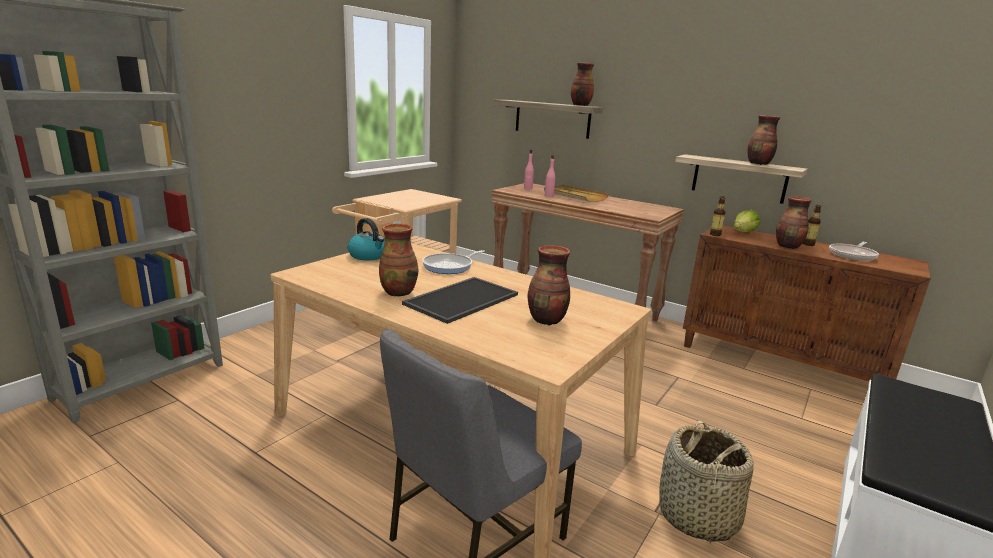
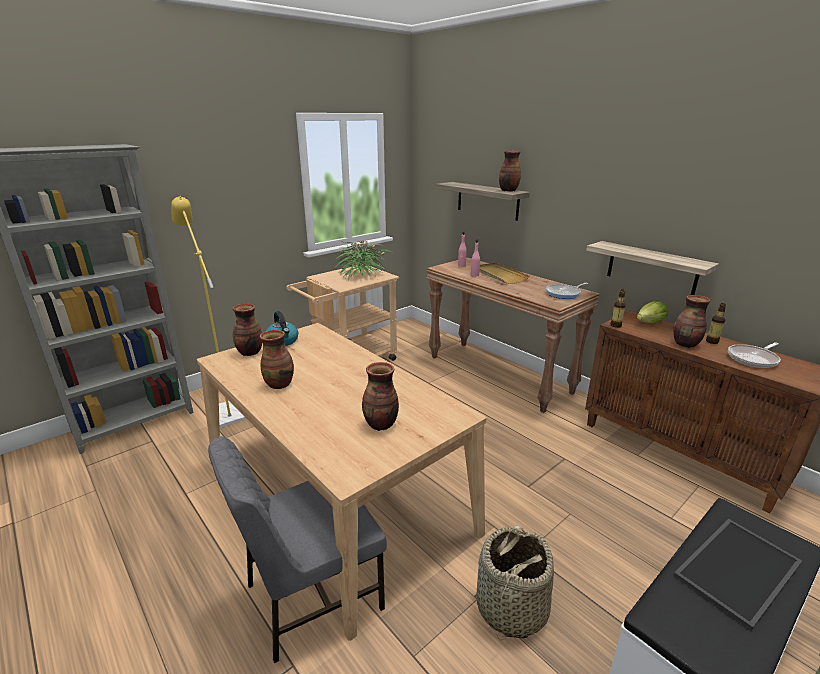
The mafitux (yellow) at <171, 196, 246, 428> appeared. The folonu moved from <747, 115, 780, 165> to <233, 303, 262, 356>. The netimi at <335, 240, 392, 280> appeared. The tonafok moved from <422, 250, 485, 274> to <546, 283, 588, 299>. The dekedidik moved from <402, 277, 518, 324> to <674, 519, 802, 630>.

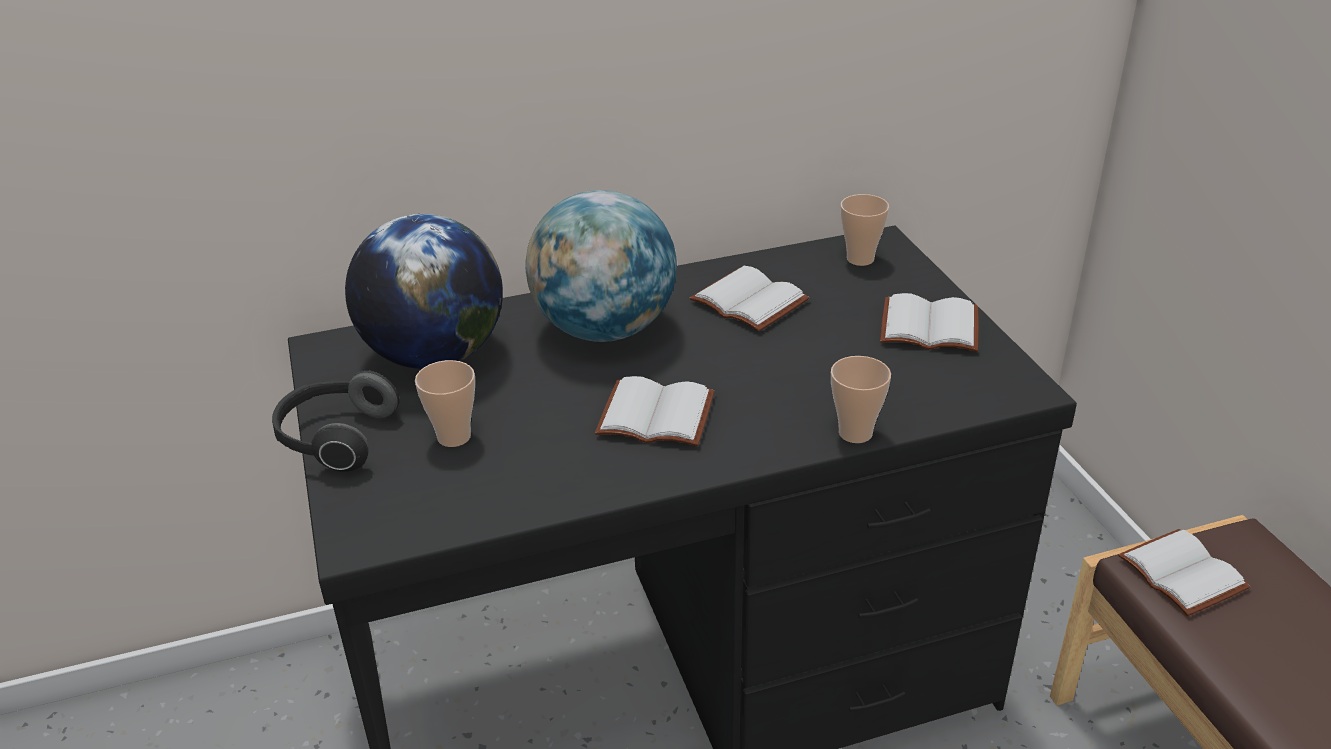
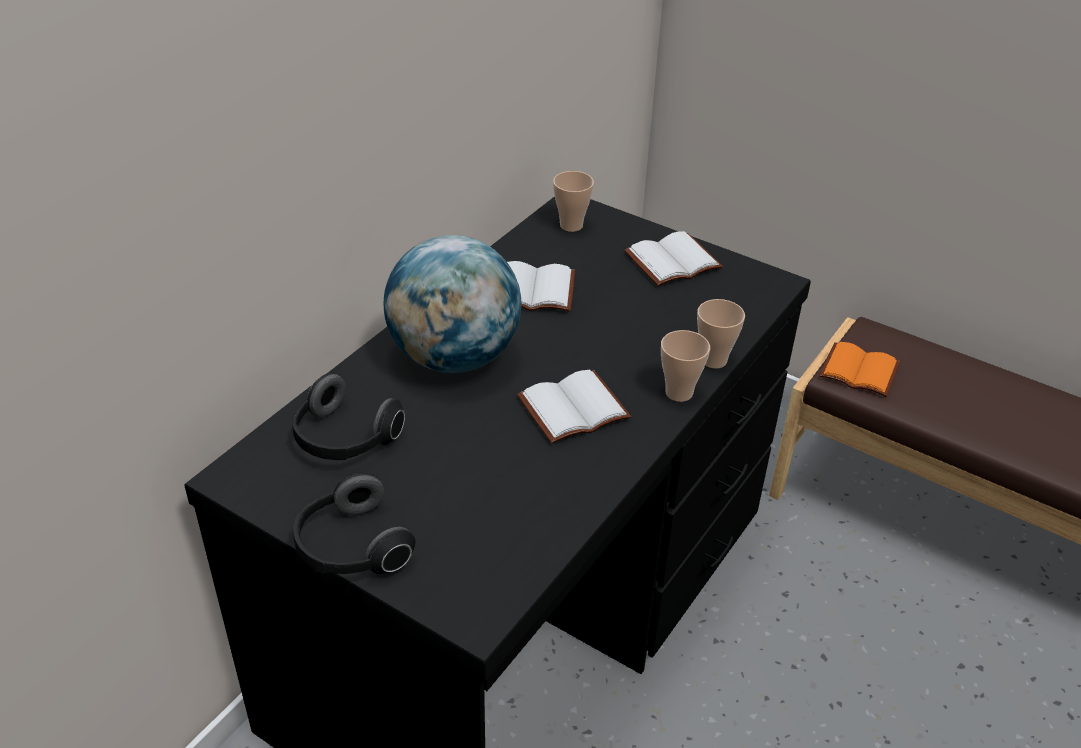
The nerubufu at <345, 214, 503, 369> was replaced by the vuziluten at <292, 373, 405, 460>. The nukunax moved from <415, 360, 475, 447> to <661, 330, 710, 402>. The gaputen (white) at <1118, 529, 1250, 616> became the gaputen (orange) at <819, 342, 900, 397>.

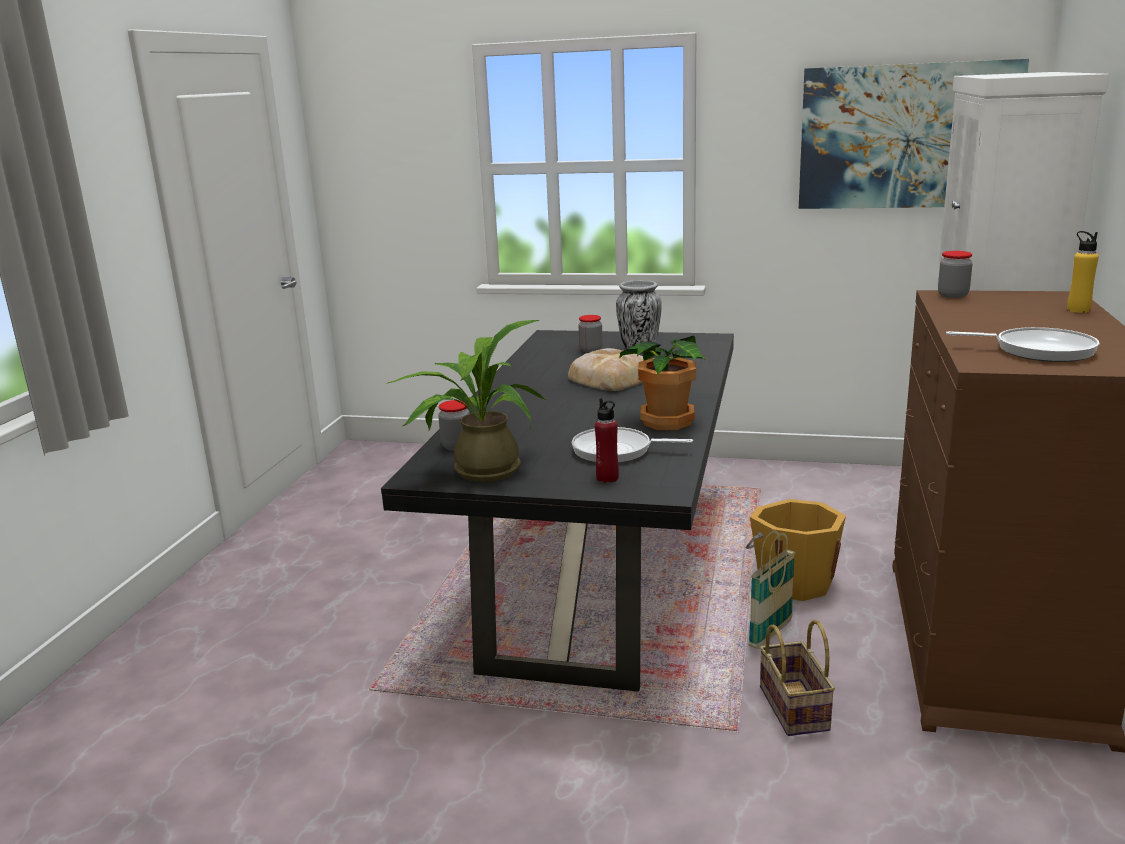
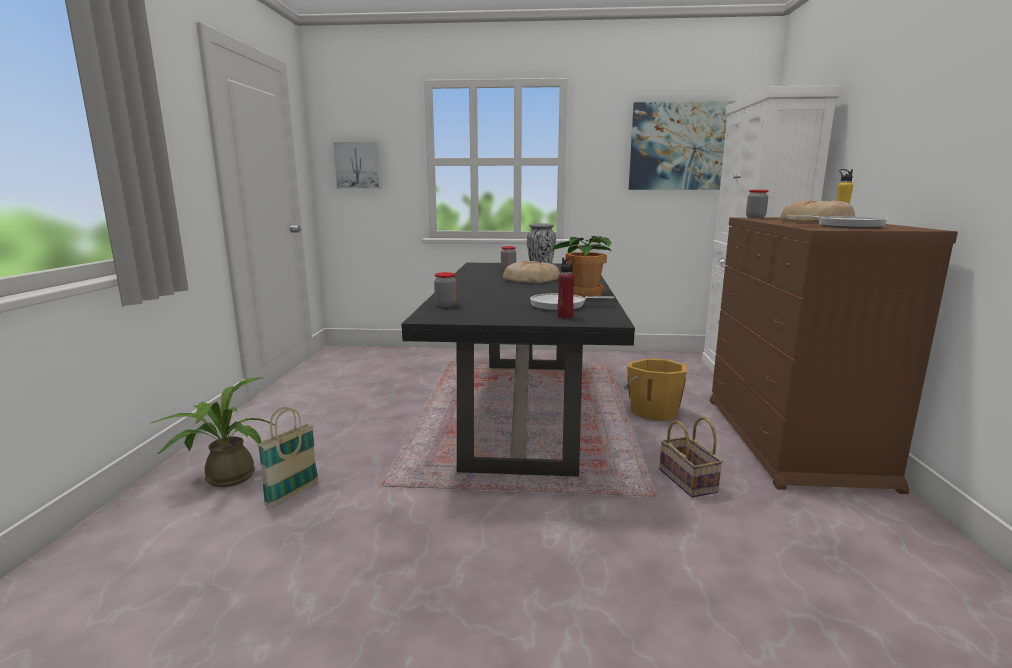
The netimi moved from <388, 320, 547, 482> to <151, 377, 279, 487>. The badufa moved from <748, 530, 796, 649> to <257, 407, 319, 507>. The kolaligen at <332, 141, 382, 189> appeared. The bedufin at <780, 200, 855, 223> appeared.

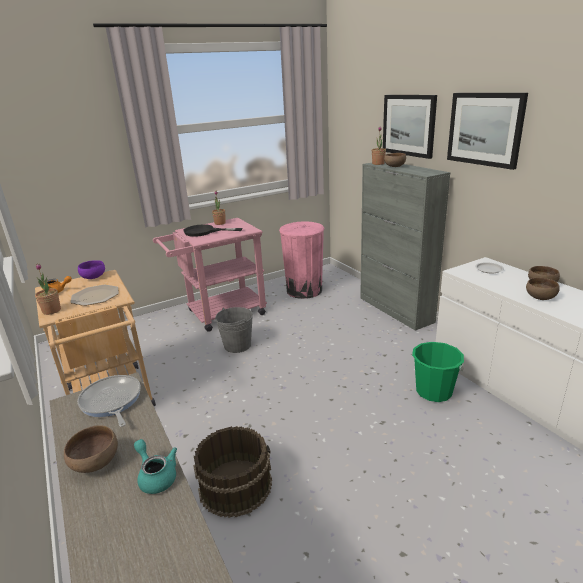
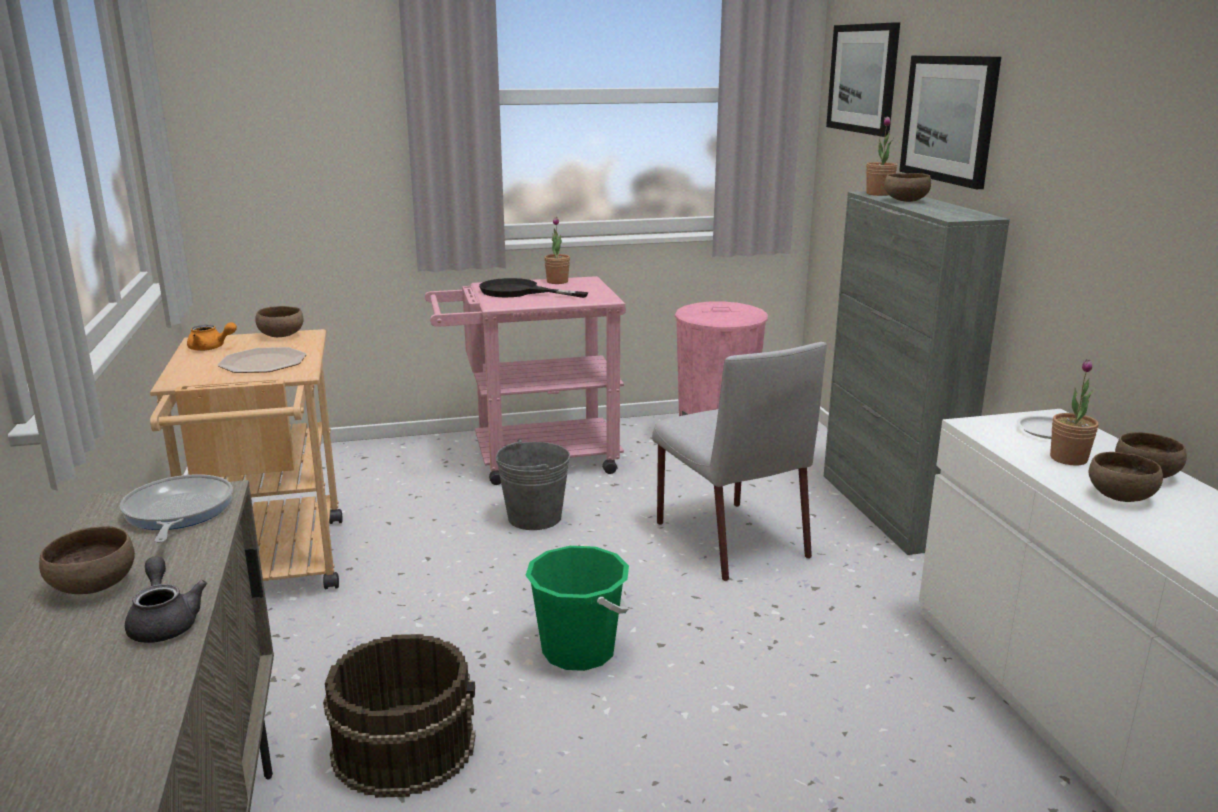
The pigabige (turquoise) at <134, 439, 177, 494> became the pigabige (grey) at <125, 556, 207, 643>. The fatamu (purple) at <78, 260, 105, 279> became the fatamu (brown) at <255, 306, 304, 337>. The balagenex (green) moved from <412, 342, 464, 402> to <525, 546, 629, 671>. The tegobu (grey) at <652, 342, 827, 581> appeared. The kolaligen moved from <447, 93, 528, 170> to <826, 22, 900, 137>. The netimi moved from <35, 263, 61, 315> to <1050, 359, 1099, 466>.

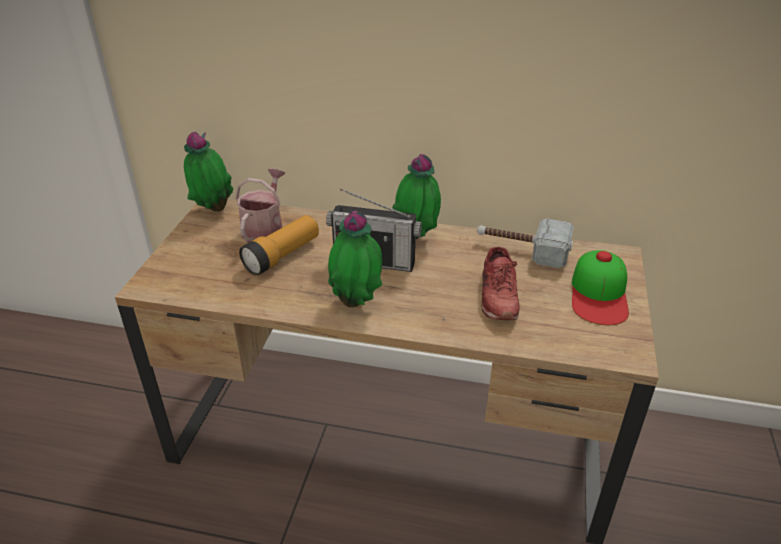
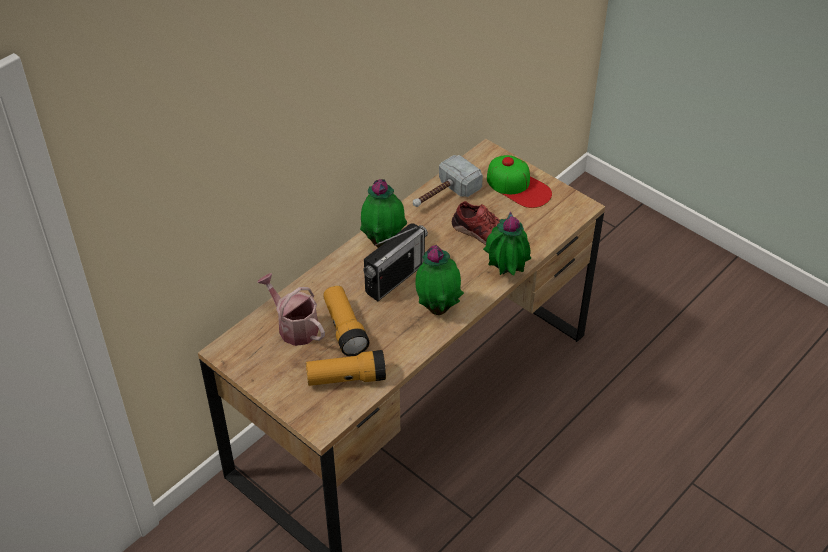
The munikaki at <306, 350, 386, 386> appeared. The netimi moved from <184, 132, 233, 212> to <483, 212, 531, 275>.

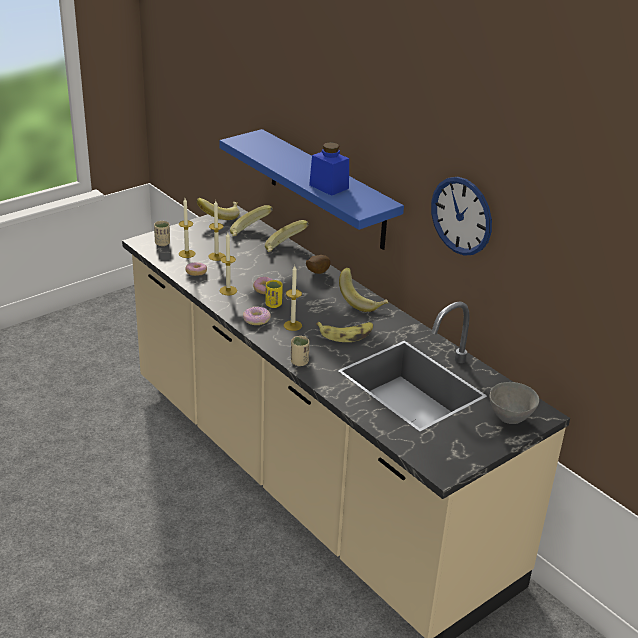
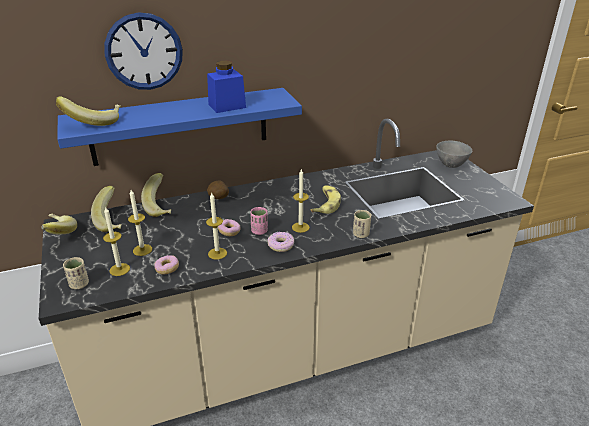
The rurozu moved from <339, 268, 389, 312> to <56, 96, 121, 126>. The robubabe moved from <431, 177, 492, 256> to <104, 12, 183, 90>. The nukunax (yellow) at <265, 280, 283, 308> became the nukunax (pink) at <250, 207, 268, 235>.

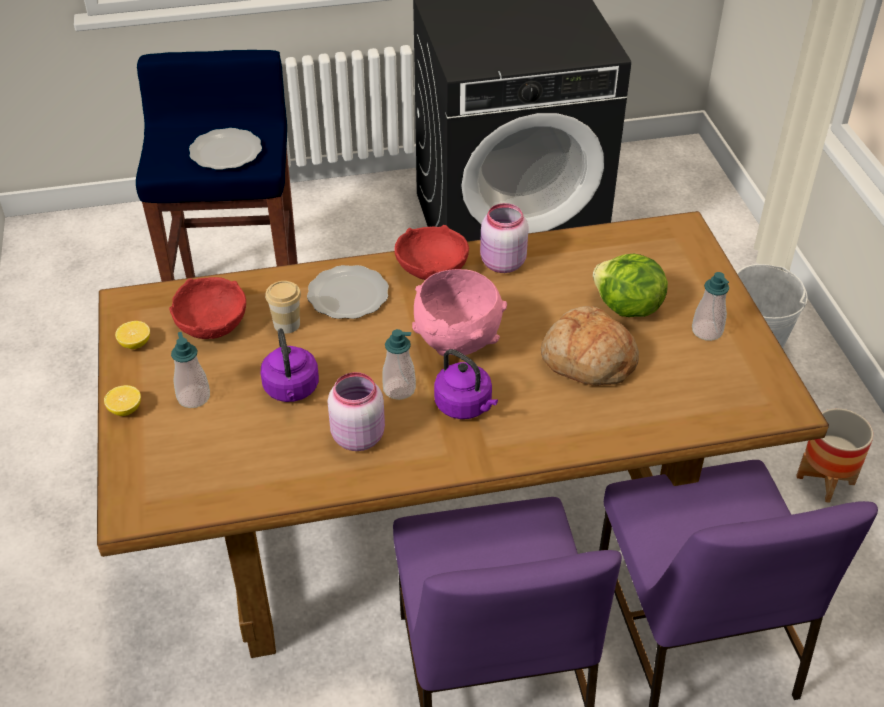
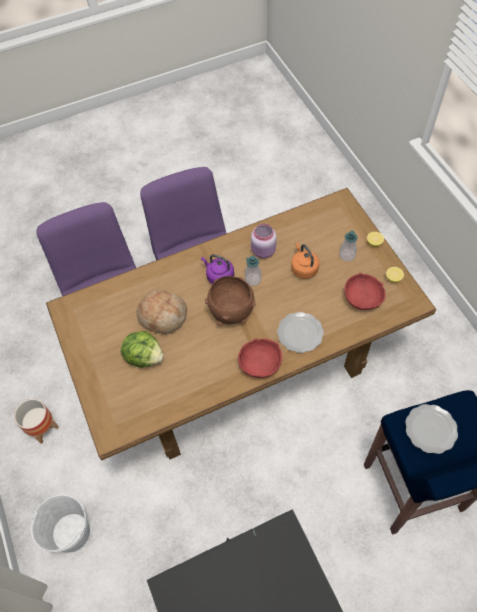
The fatamu (pink) at <412, 269, 507, 356> became the fatamu (brown) at <205, 276, 256, 326>. The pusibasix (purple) at <261, 329, 319, 402> became the pusibasix (orange) at <291, 242, 319, 279>. The nukunax at <265, 281, 301, 334> disappeared. The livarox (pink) at <480, 203, 529, 273> disappeared. The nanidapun at <692, 272, 729, 341> disappeared.

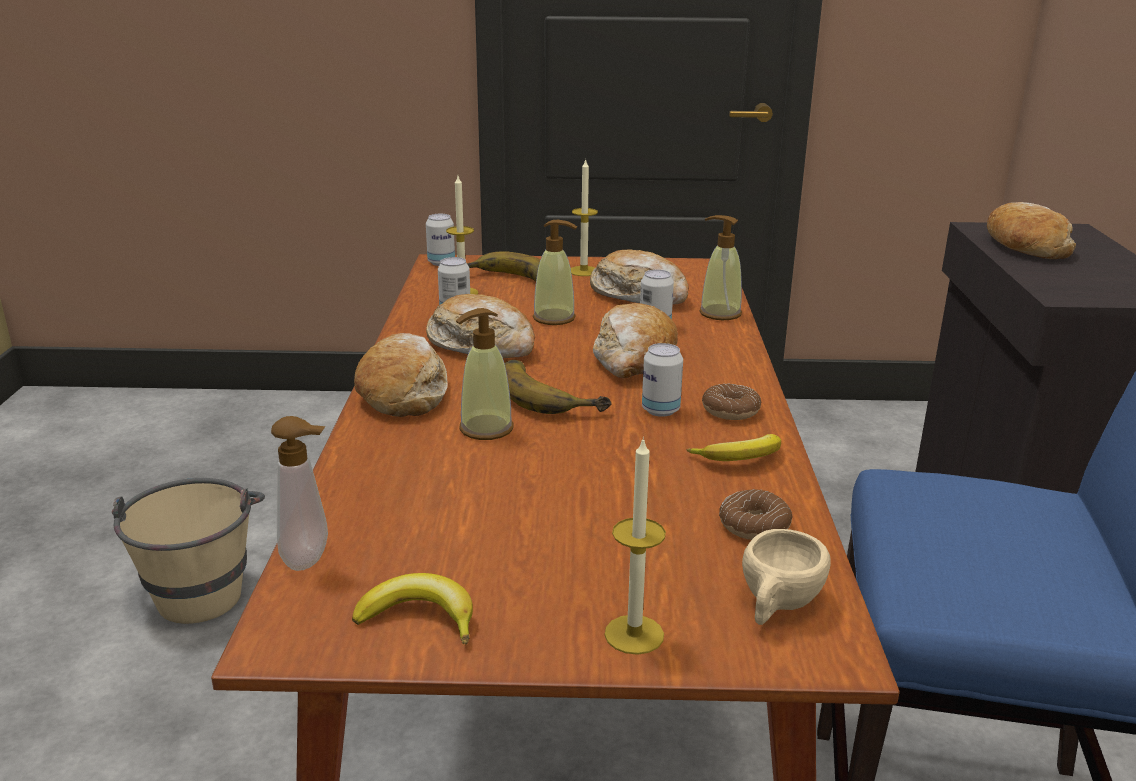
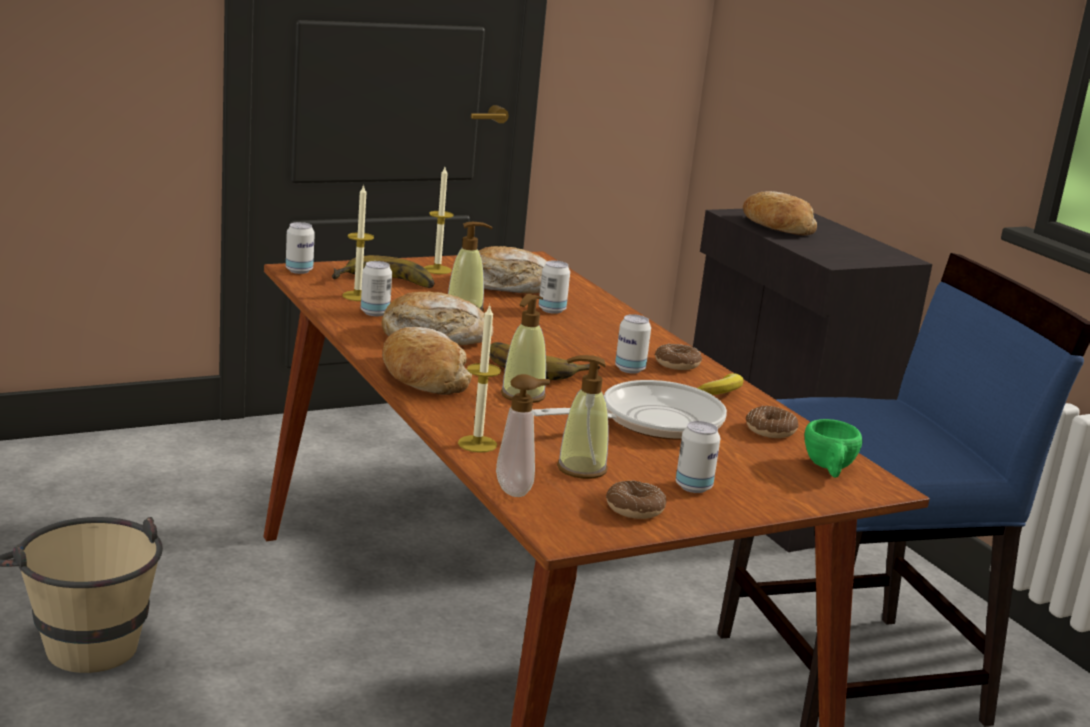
The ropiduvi moved from <605, 437, 666, 655> to <458, 304, 501, 453>. The tonafok at <533, 380, 727, 440> appeared. The nanidapun moved from <699, 215, 742, 320> to <557, 355, 609, 479>. The rurozu at <352, 573, 473, 645> was replaced by the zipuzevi at <606, 481, 666, 519>. The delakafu at <676, 421, 720, 493> appeared. The nukunax (beige) at <742, 529, 831, 625> became the nukunax (green) at <804, 419, 862, 478>. The bedufin at <593, 303, 678, 378> disappeared.

